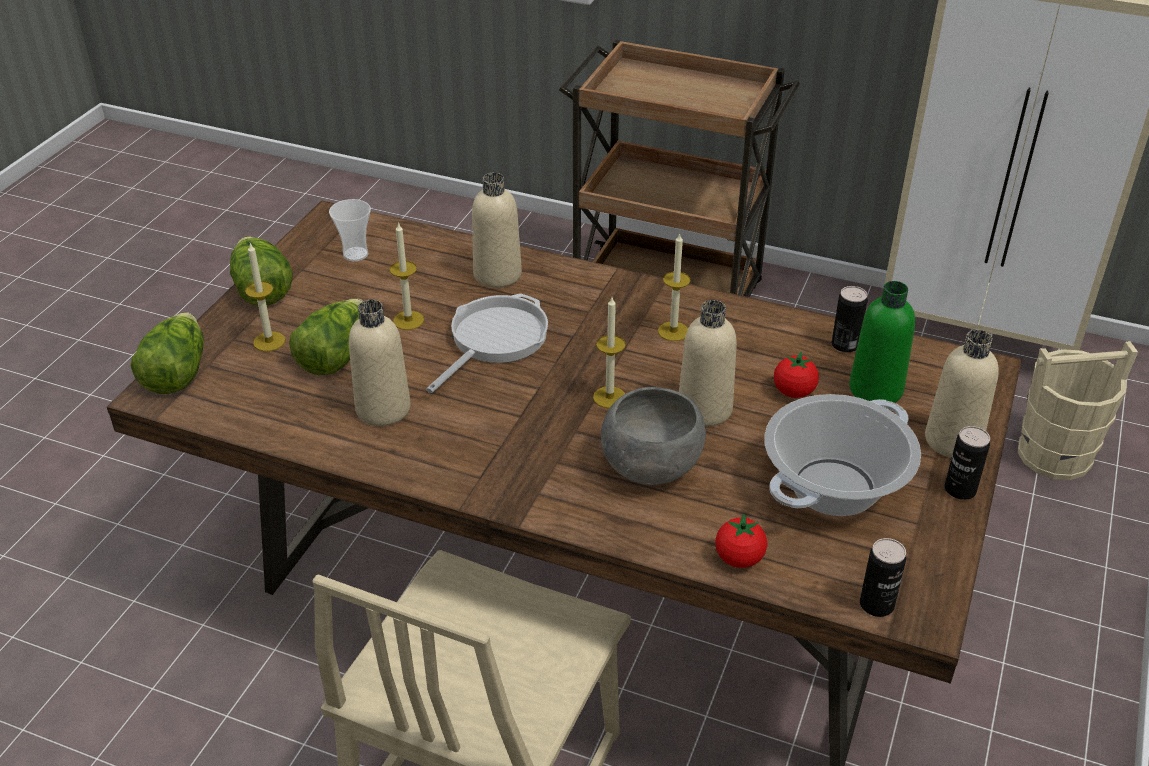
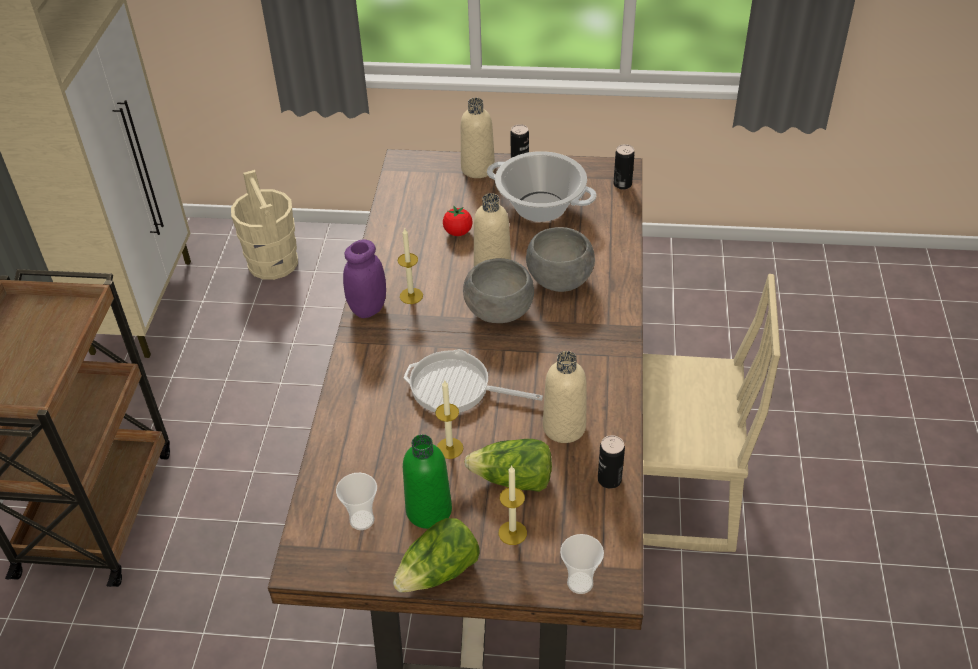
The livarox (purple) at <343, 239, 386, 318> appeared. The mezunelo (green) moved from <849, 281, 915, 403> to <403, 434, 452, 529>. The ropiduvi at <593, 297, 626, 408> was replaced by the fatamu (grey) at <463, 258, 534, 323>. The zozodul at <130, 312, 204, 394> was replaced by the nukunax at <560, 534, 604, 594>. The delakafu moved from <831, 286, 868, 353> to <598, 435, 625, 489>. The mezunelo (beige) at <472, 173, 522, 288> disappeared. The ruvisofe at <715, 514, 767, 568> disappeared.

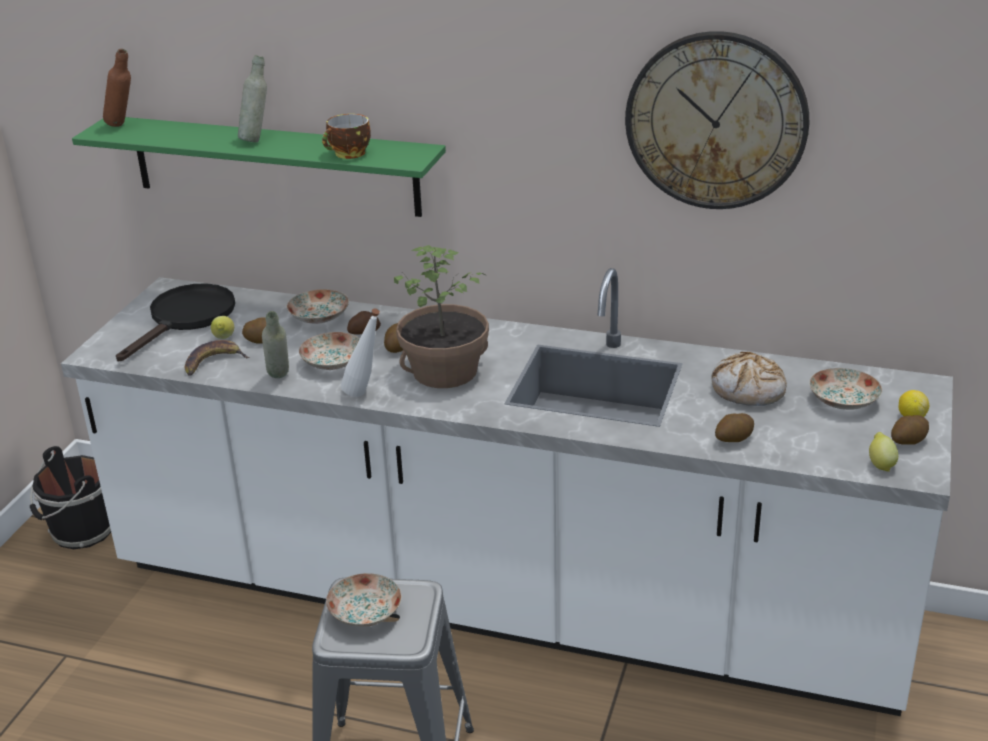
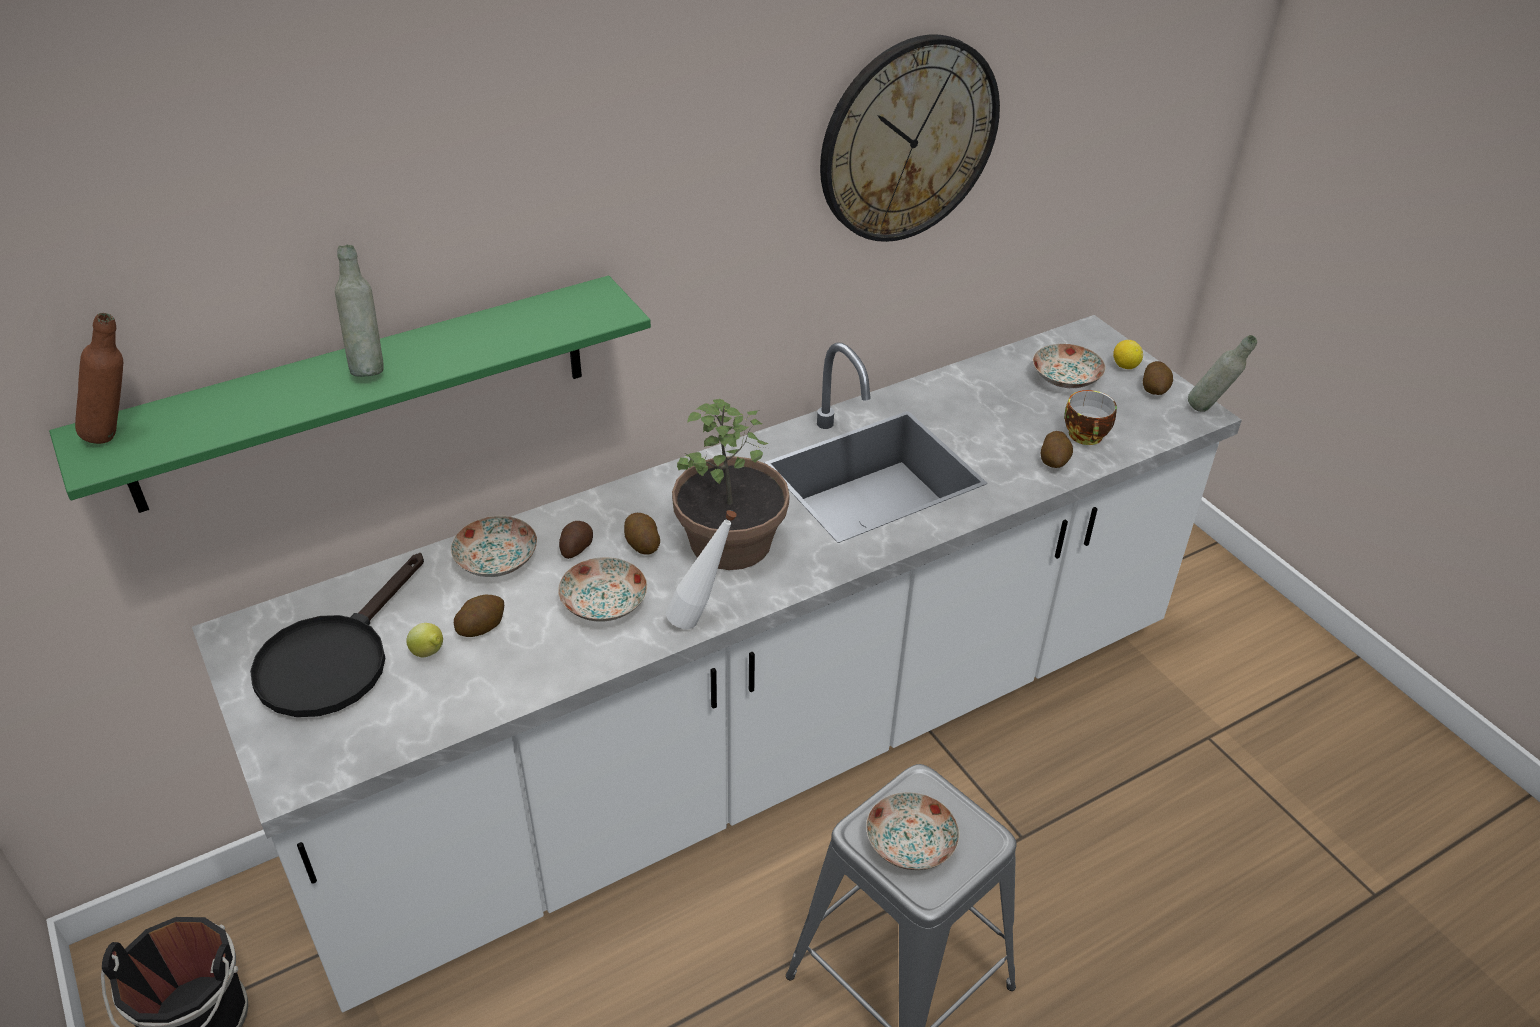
The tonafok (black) at <116, 283, 235, 361> turned 135 degrees counterclockwise. The nukunax moved from <322, 114, 371, 159> to <1064, 390, 1117, 445>. The mezunelo (grey) moved from <262, 311, 289, 378> to <1188, 335, 1257, 412>. The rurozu at <184, 340, 250, 375> disappeared. The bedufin at <712, 352, 787, 406> disappeared. The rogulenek at <869, 432, 898, 472> disappeared.

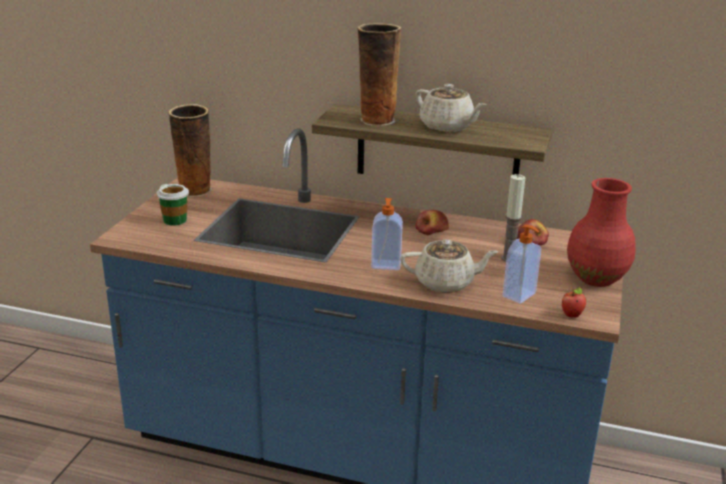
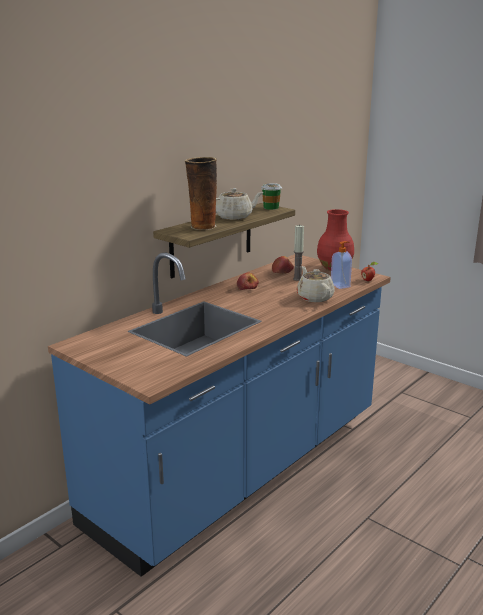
The nukunax moved from <157, 184, 189, 226> to <261, 183, 282, 210>. The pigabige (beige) at <400, 239, 499, 293> turned 45 degrees counterclockwise. The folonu at <168, 104, 213, 197> disappeared. The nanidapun at <371, 198, 403, 270> disappeared.

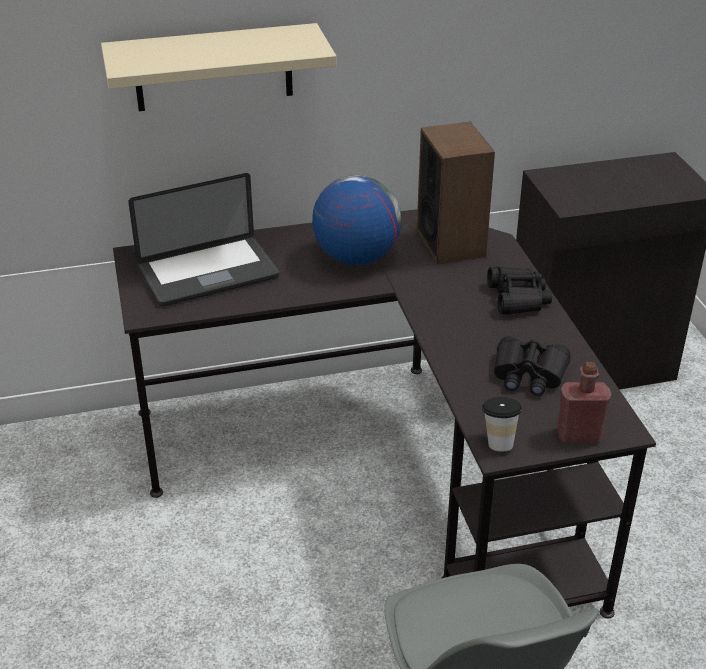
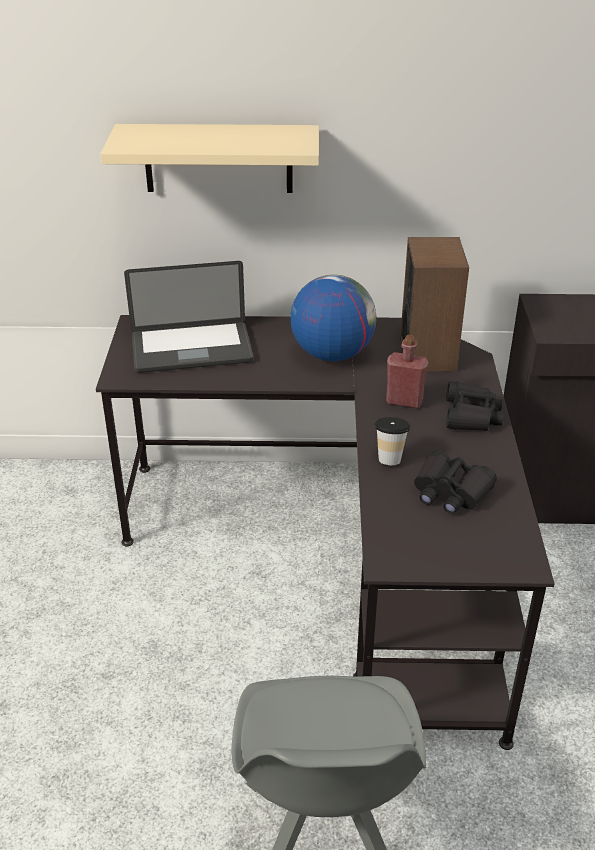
The nukunax moved from <482, 397, 522, 452> to <375, 417, 410, 465>. The mezunelo (red) moved from <557, 362, 611, 443> to <386, 335, 429, 408>.

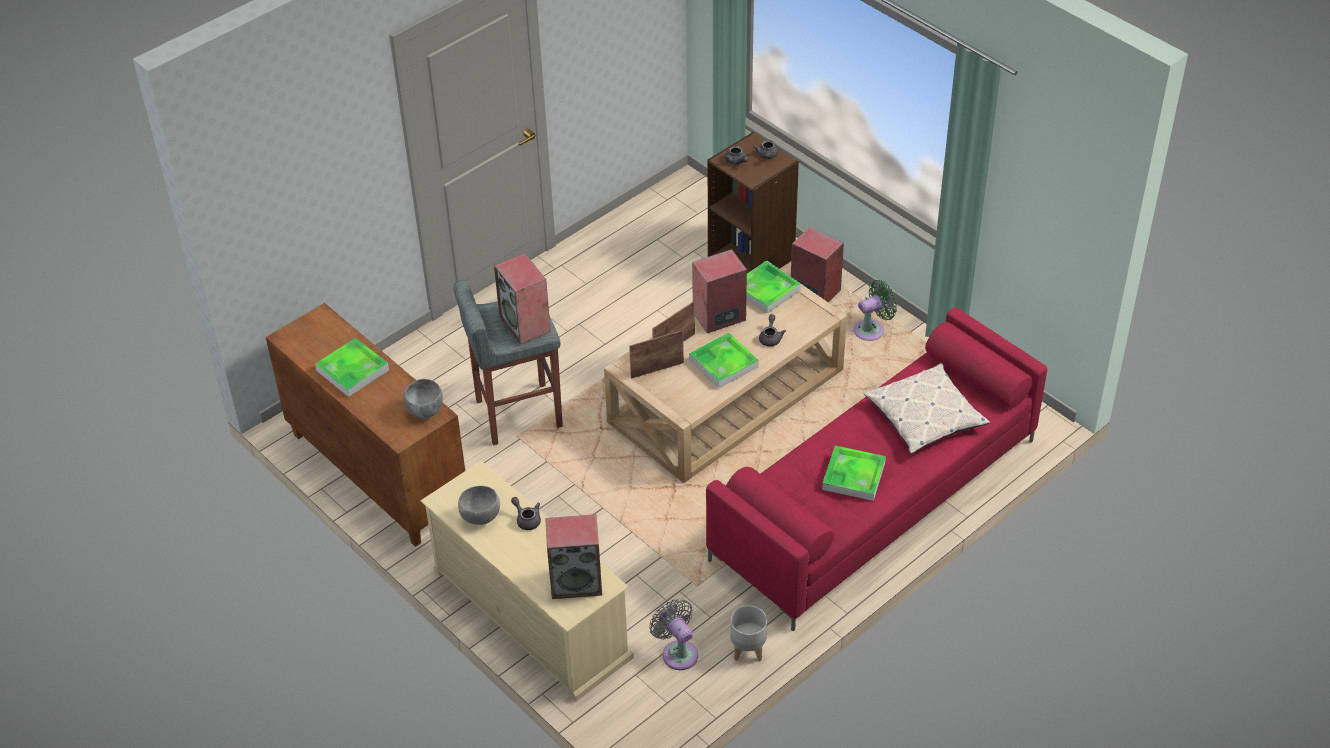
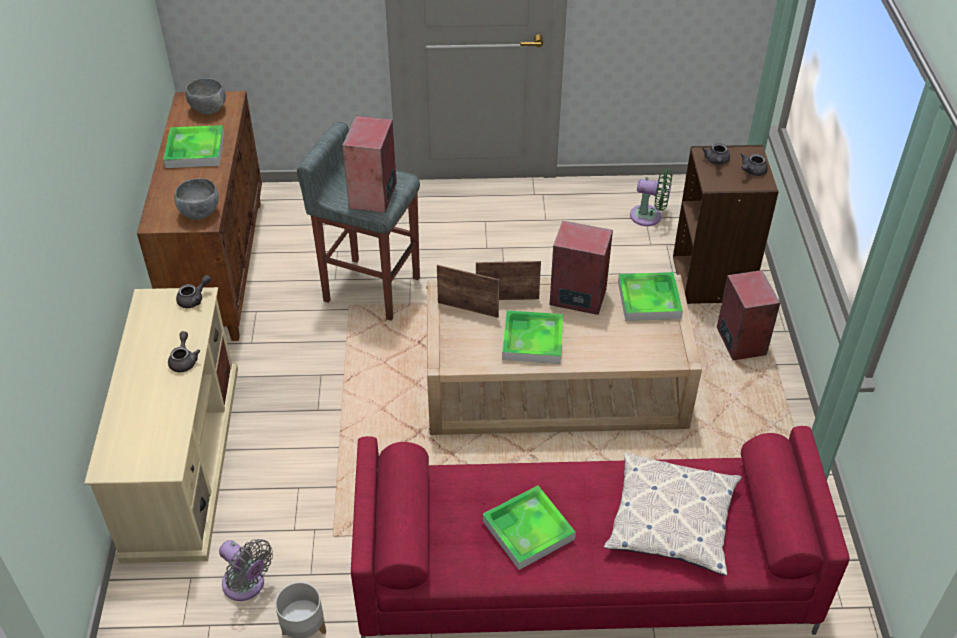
The pigabige (grey) moved from <759, 314, 786, 347> to <176, 275, 211, 308>. The fatamu (grey) moved from <458, 486, 500, 525> to <186, 78, 226, 114>. The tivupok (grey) at <649, 599, 698, 670> turned 120 degrees clockwise. The tivupok (green) moved from <853, 280, 897, 341> to <630, 168, 672, 226>. The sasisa at <545, 514, 602, 599> disappeared.

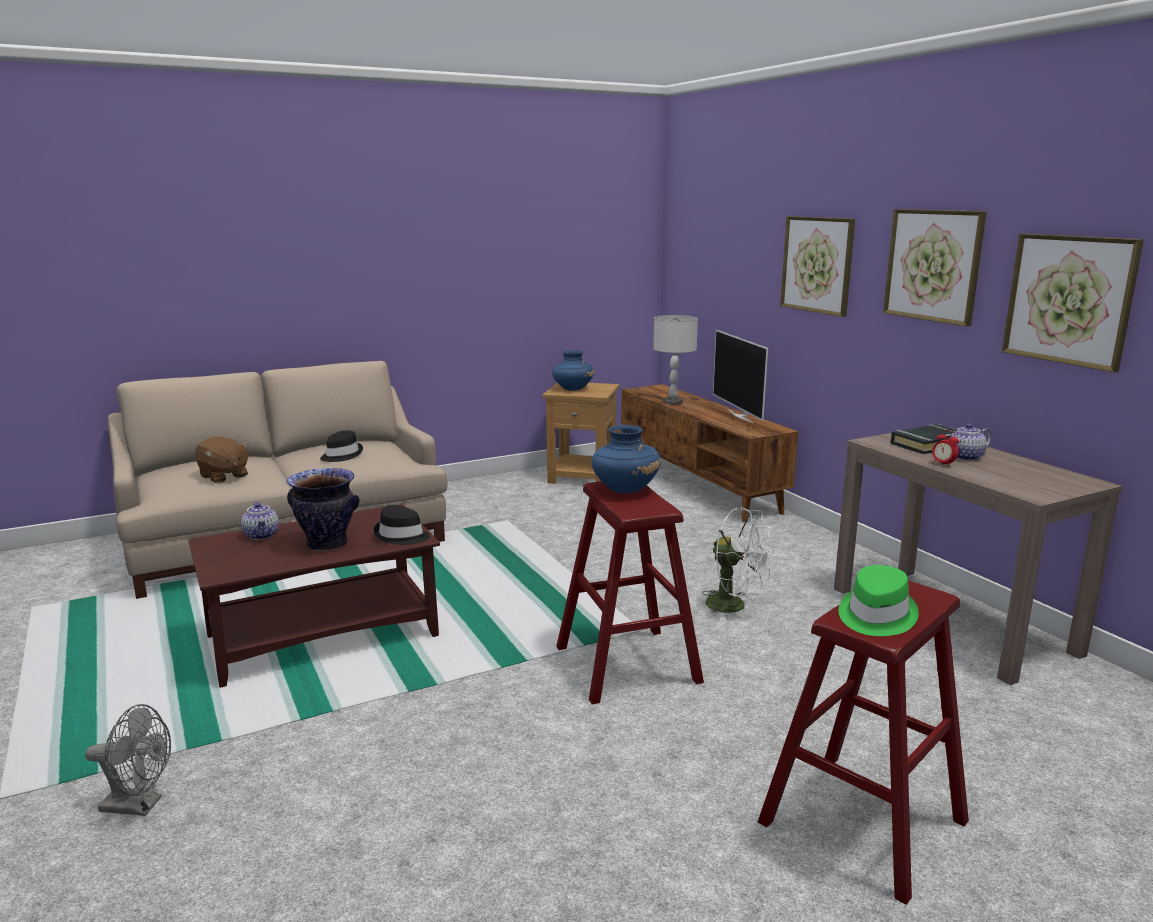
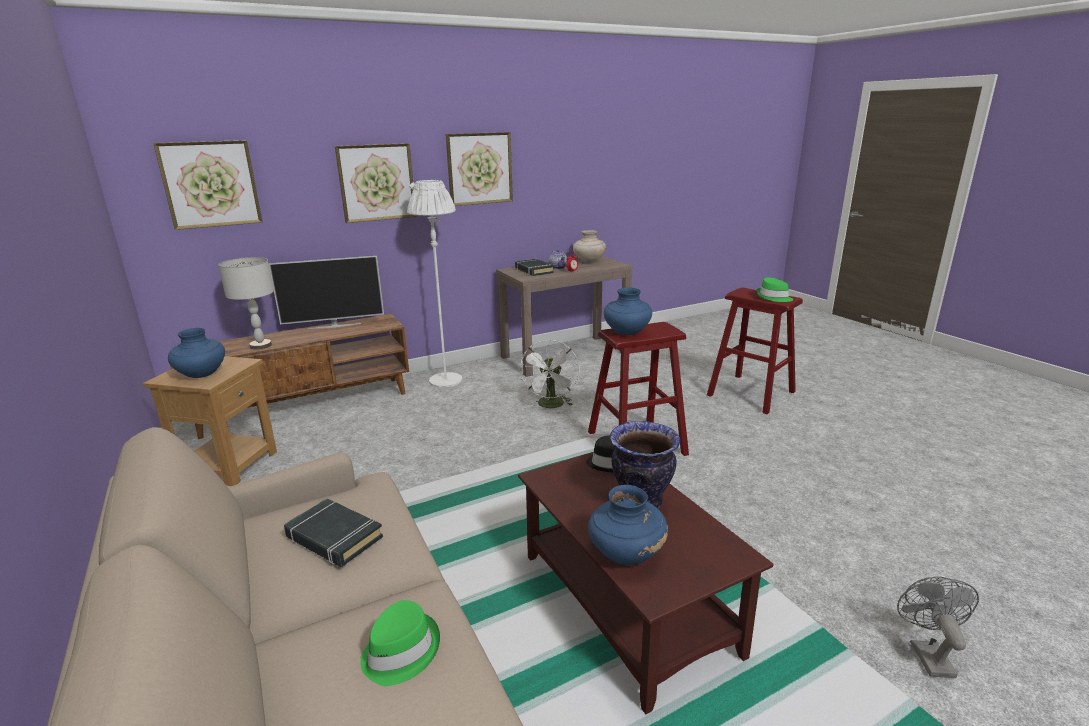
The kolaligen moved from <1002, 234, 1144, 372> to <153, 140, 262, 230>. The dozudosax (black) at <320, 431, 363, 462> was replaced by the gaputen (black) at <284, 498, 383, 567>. The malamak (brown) at <195, 437, 249, 483> was replaced by the dozudosax (green) at <360, 600, 440, 686>. The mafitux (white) at <407, 180, 462, 388> appeared. The tivupok (white) at <702, 507, 774, 621> turned 150 degrees clockwise. The folonu (beige) at <573, 230, 606, 263> appeared. The pigabige at <241, 502, 279, 540> was replaced by the folonu (blue) at <588, 485, 668, 565>.

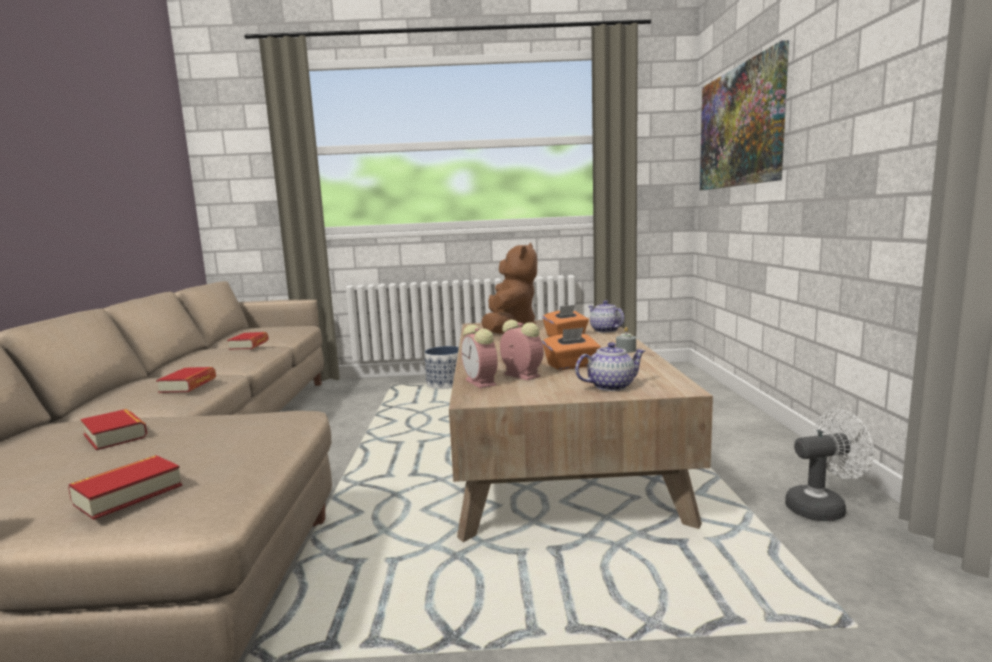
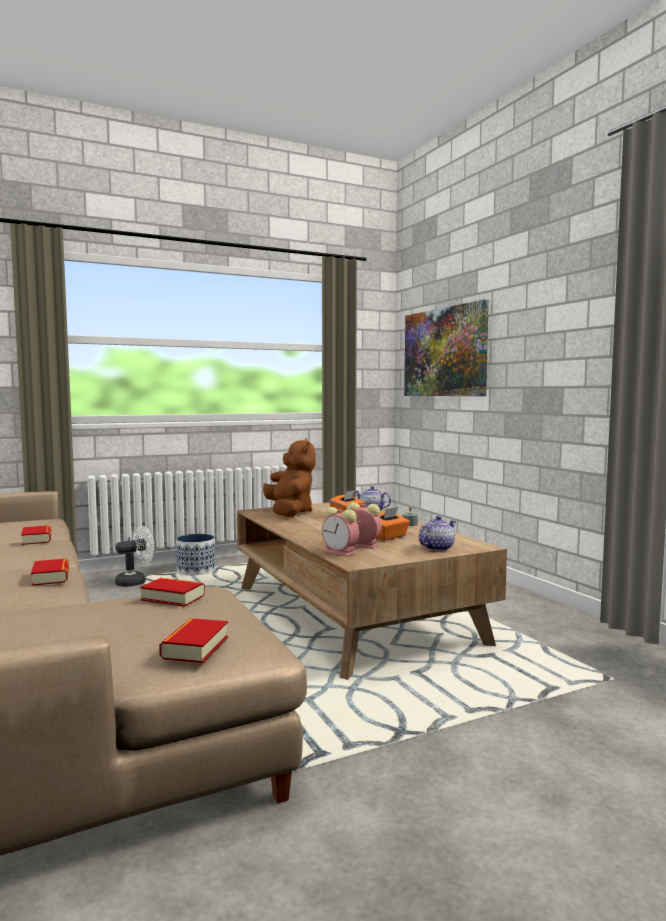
The tivupok (white) moved from <785, 409, 874, 521> to <115, 526, 154, 587>. The gaputen moved from <81, 409, 147, 450> to <140, 578, 205, 607>.

